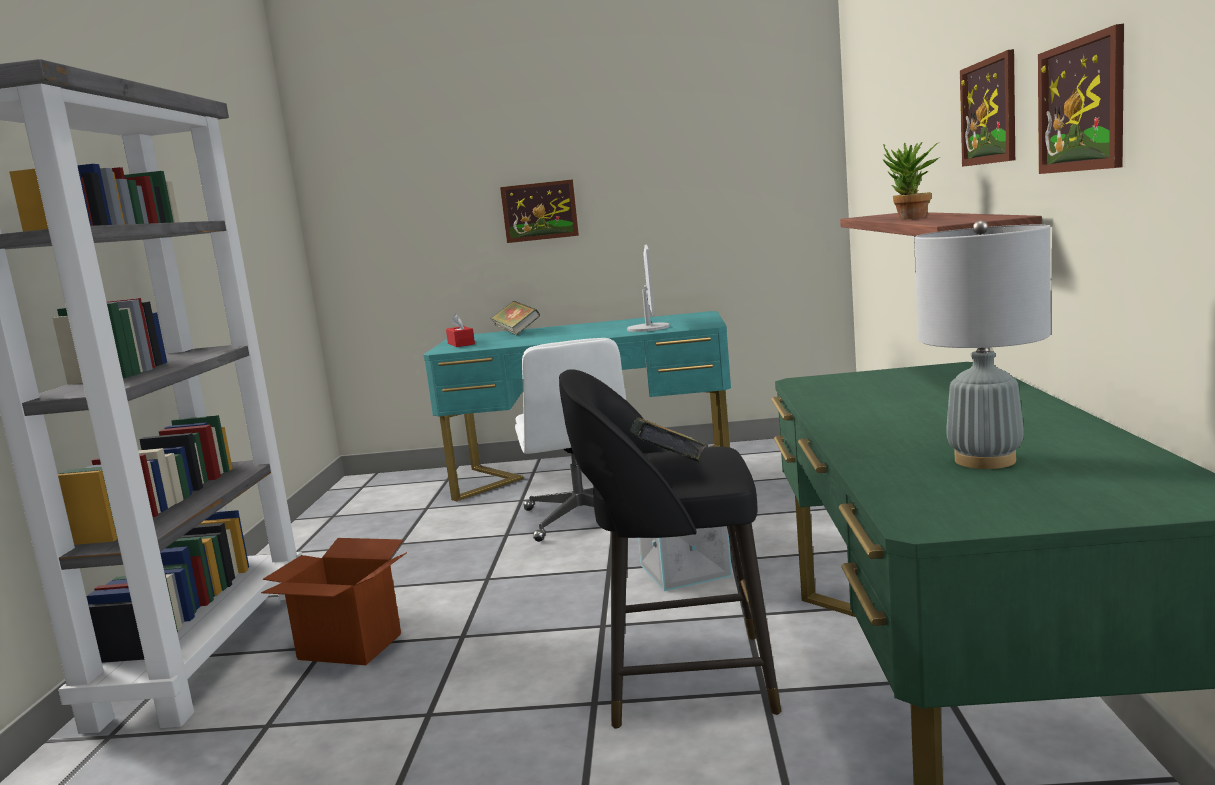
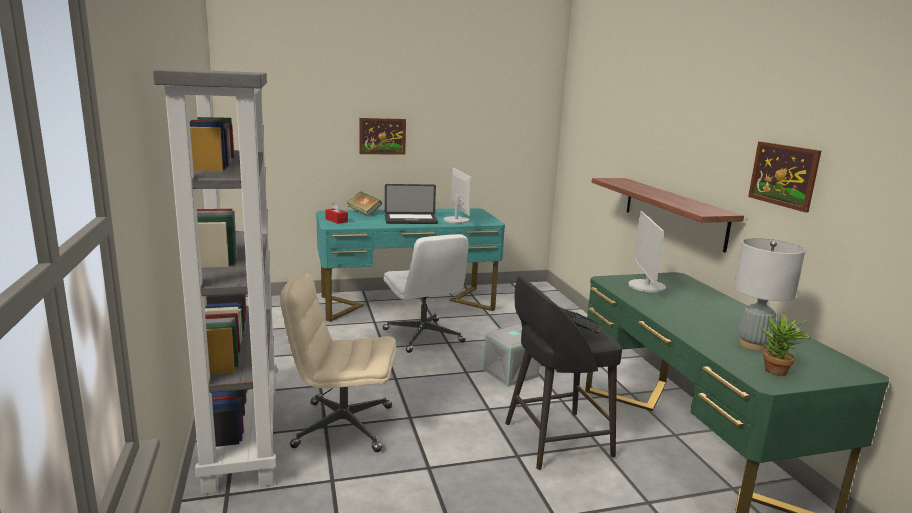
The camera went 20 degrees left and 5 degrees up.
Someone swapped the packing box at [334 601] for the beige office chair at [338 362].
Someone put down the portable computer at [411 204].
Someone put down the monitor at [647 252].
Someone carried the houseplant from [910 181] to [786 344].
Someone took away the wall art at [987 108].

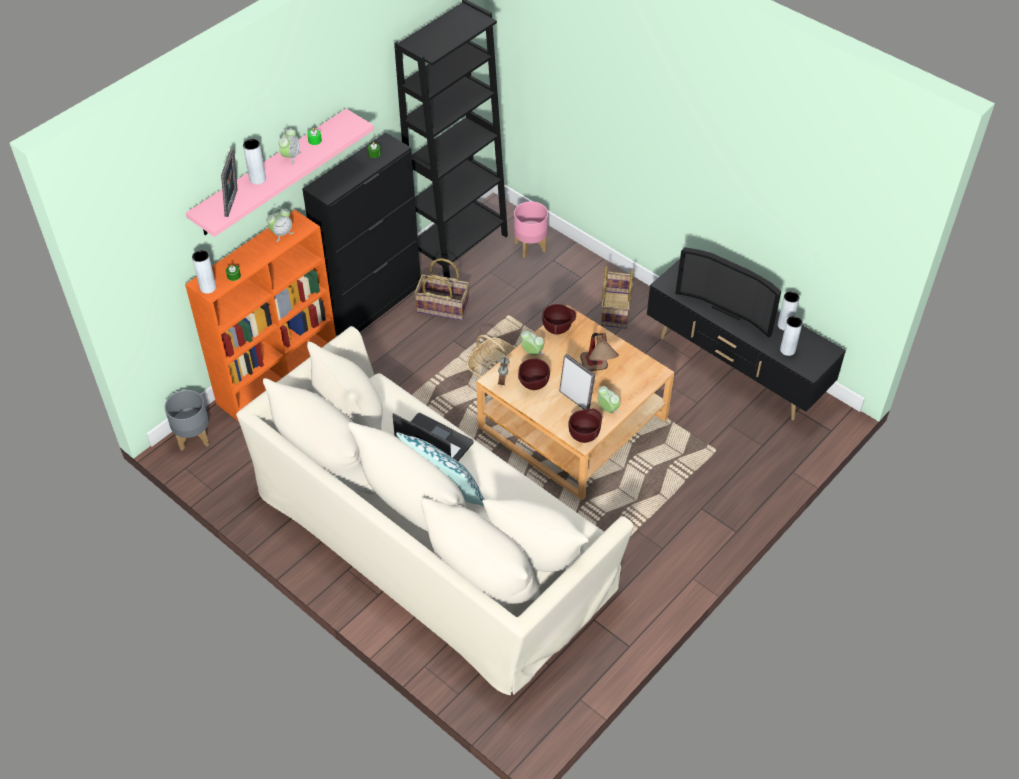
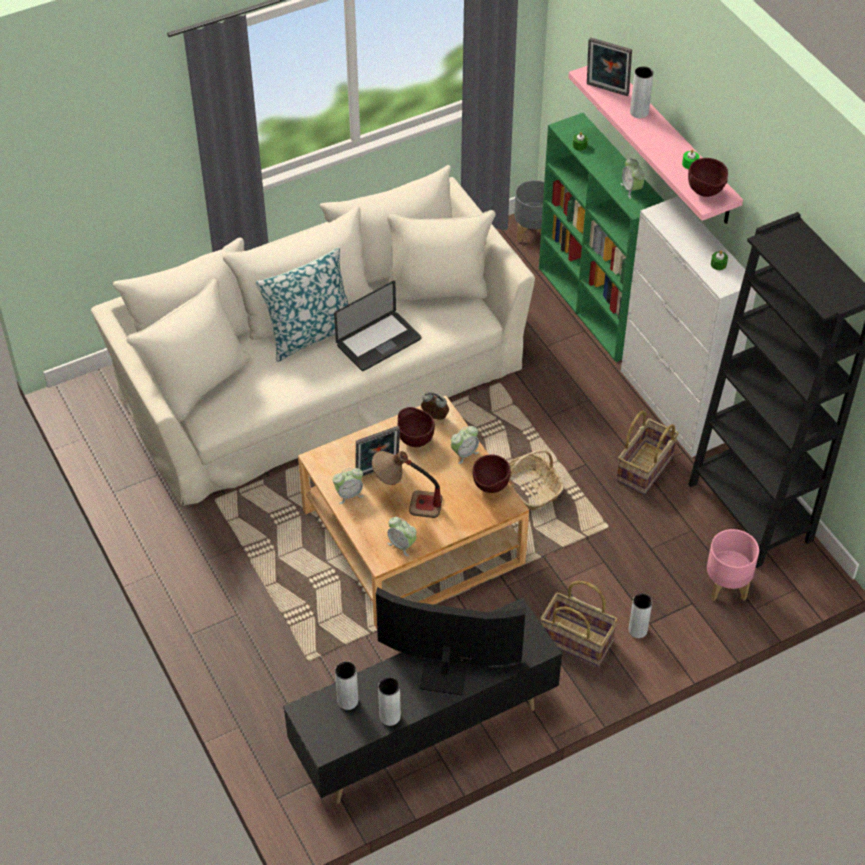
The camera went 110 degrees right and 0 degrees up.
Someone rotated the TV set at [728 292] by 45 degrees clockwise.
Someone carried the alarm clock from [290 146] to [402 536].
Someone repainted the orange bookshelf at [260 316], which became the green-coloured bookshelf at [601 237].
Someone repainted the blackish cupboard at [361 234], which became the whitish cupboard at [688 327].
Someone carried the greyish vase from [204 272] to [640 615].
Someone carried the brown bowl from [585 425] to [708 177].

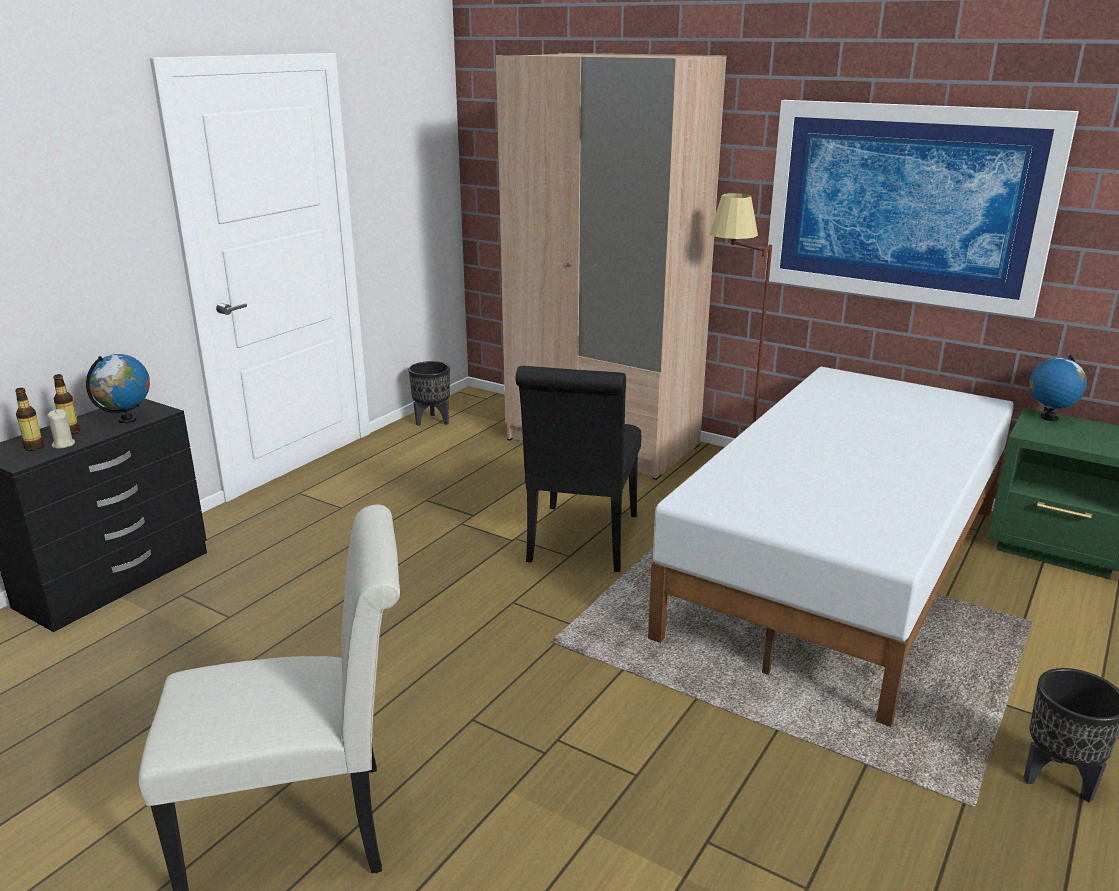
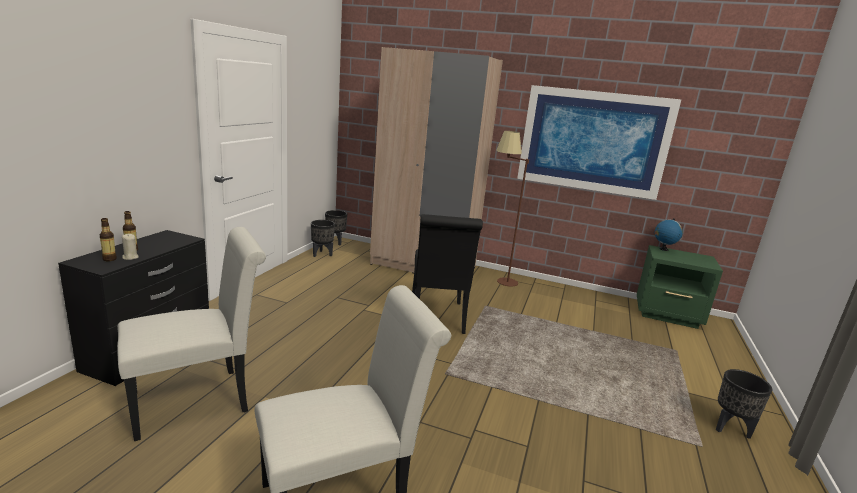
The camera went 15 degrees left and 5 degrees down.
Someone put down the whitish plain chair at [191 334].
Someone put down the blackish planter at [336 228].
Someone took away the world globe at [118 389].
Someone took away the whitish bed at [831 547].

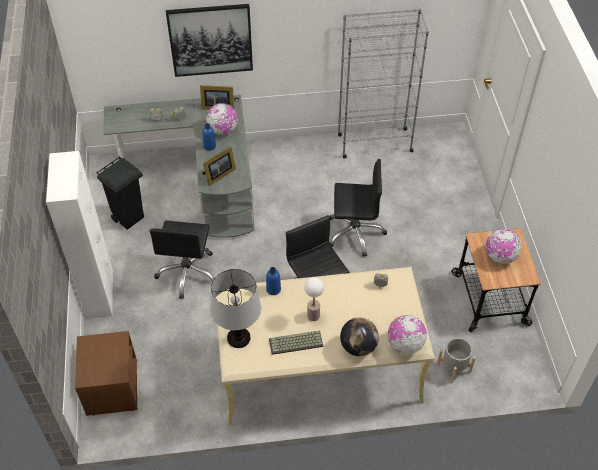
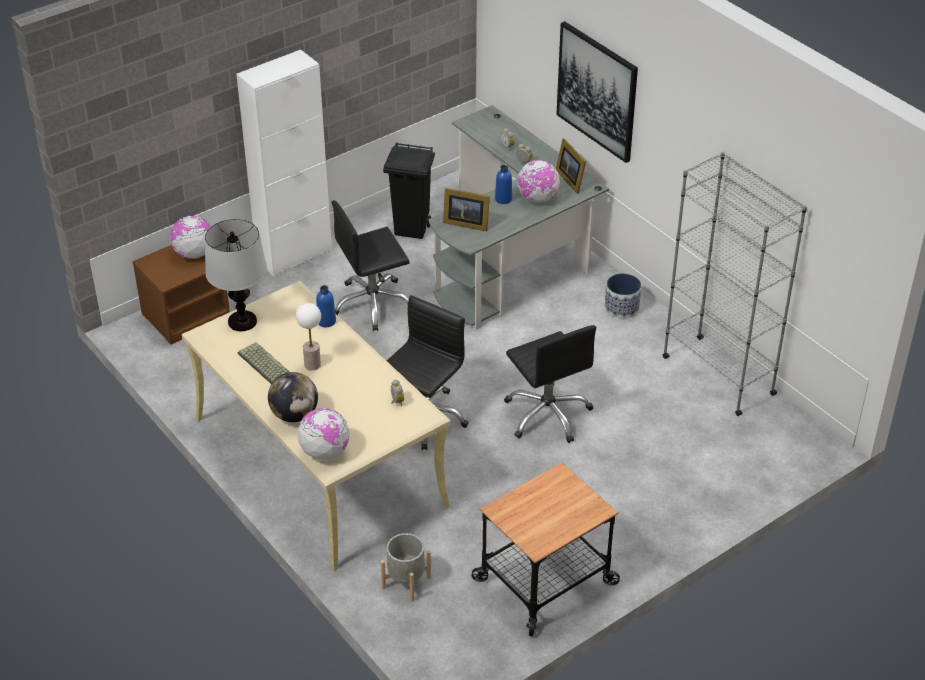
The camera went 60 degrees right and 10 degrees down.
Someone carried the world globe from [504 246] to [190 237].
Someone put down the planter at [623 296].

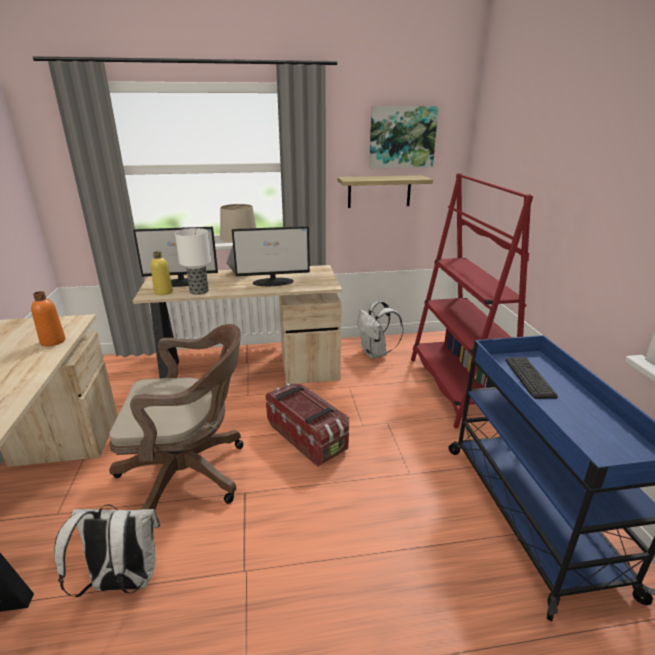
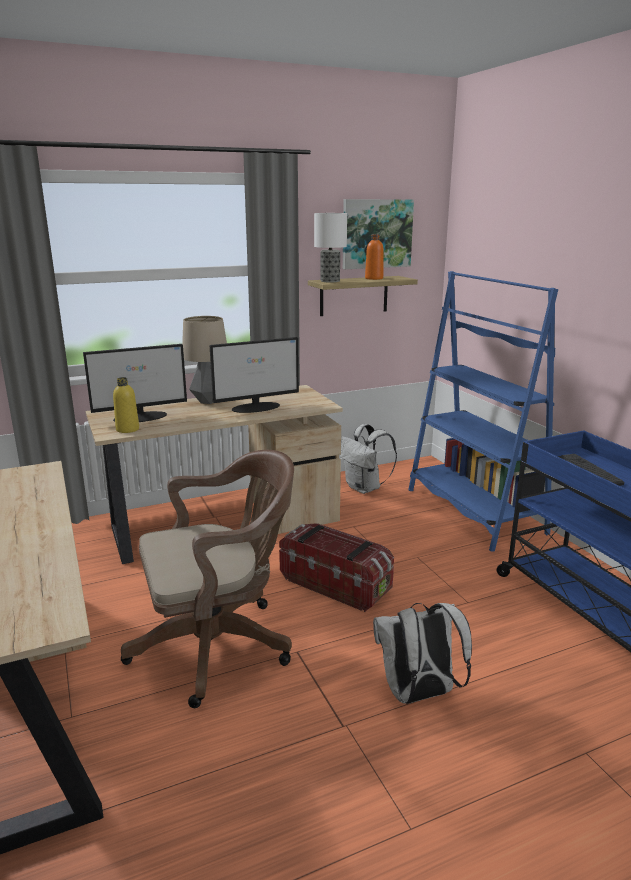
The camera went 15 degrees left and 5 degrees down.
Someone carried the tabletop lamp from [193 261] to [330 247].
Someone carried the orange drink bottle from [48 318] to [374 257].
Someone carried the whitish backpack from [107 550] to [422 653].
Someone repainted the reddish bookshelf at [472 300], which became the bluish bookshelf at [483 411].

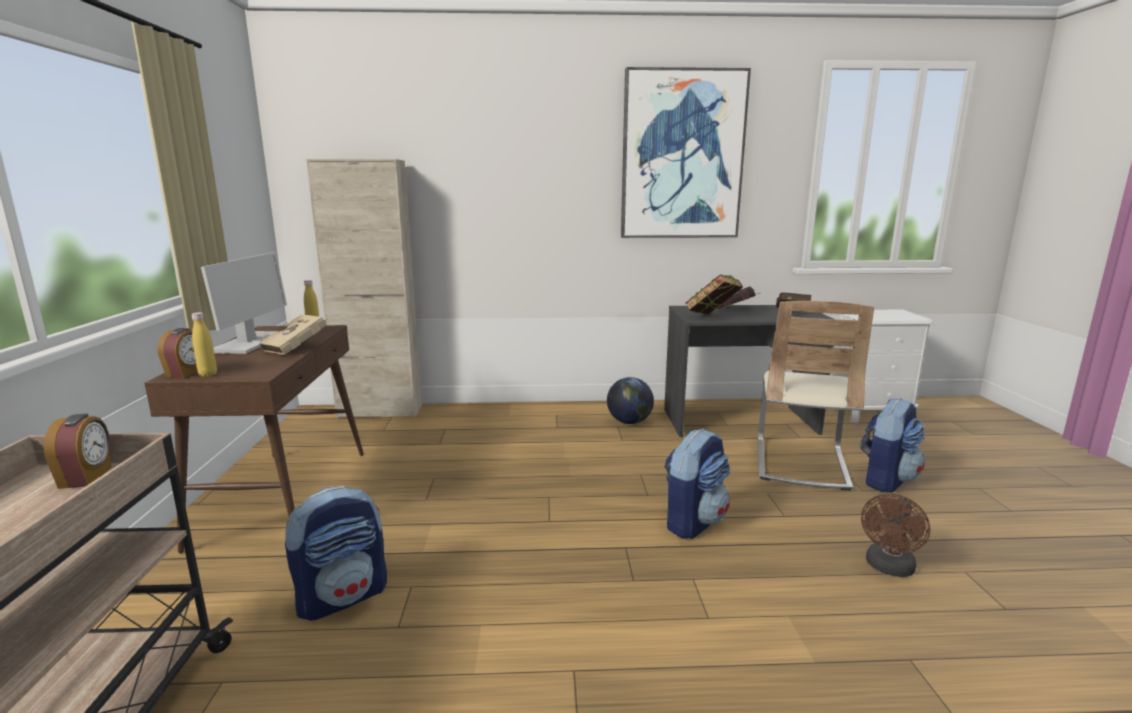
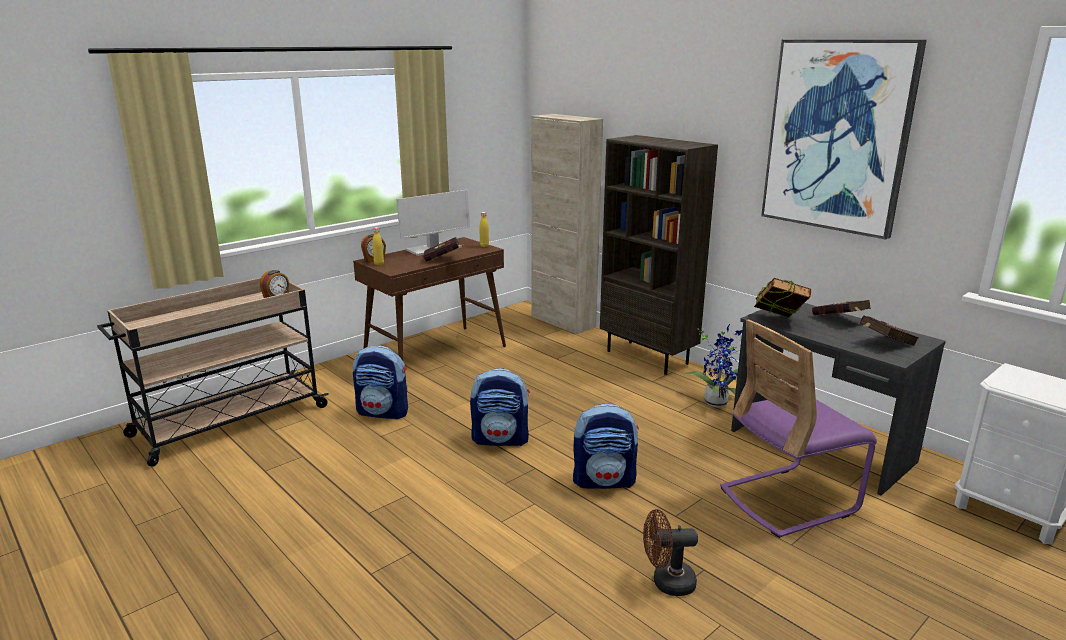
The camera went 50 degrees right and 5 degrees up.
Someone repainted the beige book at [293 334], which became the reddish book at [443 249].
Someone carried the backpack from [892 445] to [500 407].
Someone put down the brown bookshelf at [659 255].
Someone swapped the world globe at [630 400] for the houseplant at [713 366].
Someone repainted the beige plain chair at [816 396], which became the purple plain chair at [798 428].

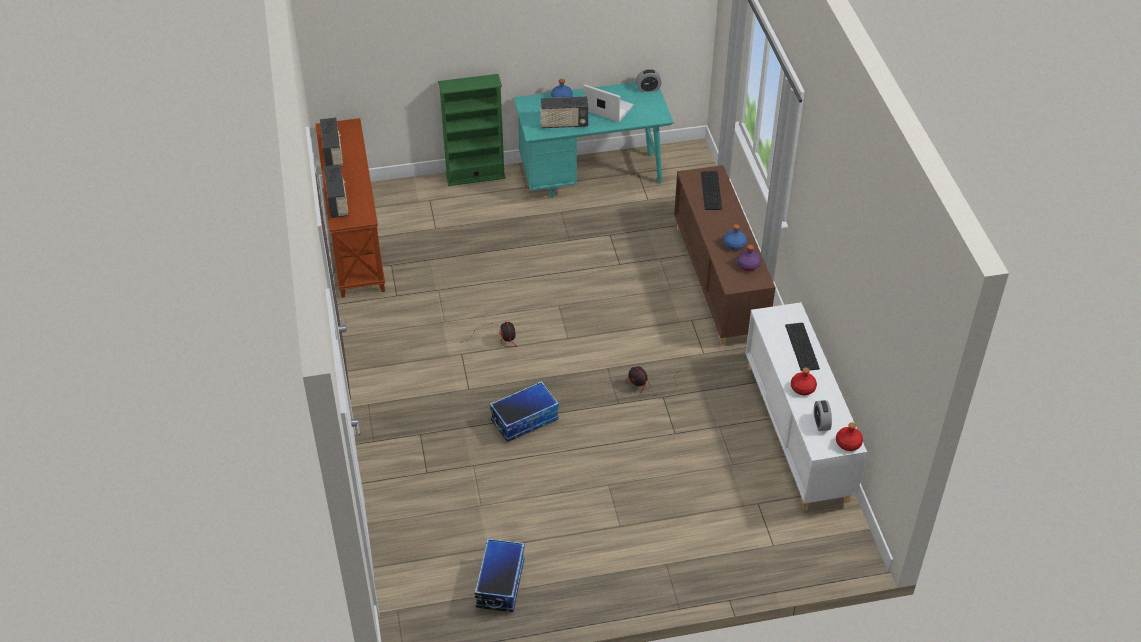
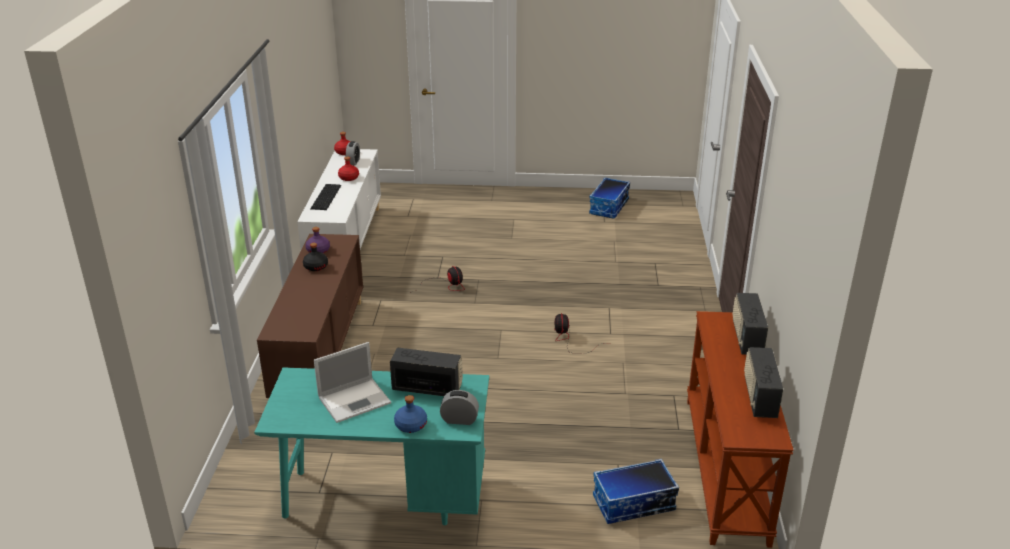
The camera went 165 degrees left and 15 degrees down.
Someone repainted the bluish drink bottle at [735 237], which became the blackish drink bottle at [315 257].
Someone rotated the portable computer at [608 103] by 75 degrees counterclockwise.
Someone carried the alarm clock from [648 80] to [459 407].
Someone carried the storage bin from [524 411] to [636 491].
Someone took away the green-coloured bookshelf at [472 130].
Someone took away the keyboard at [711 190].

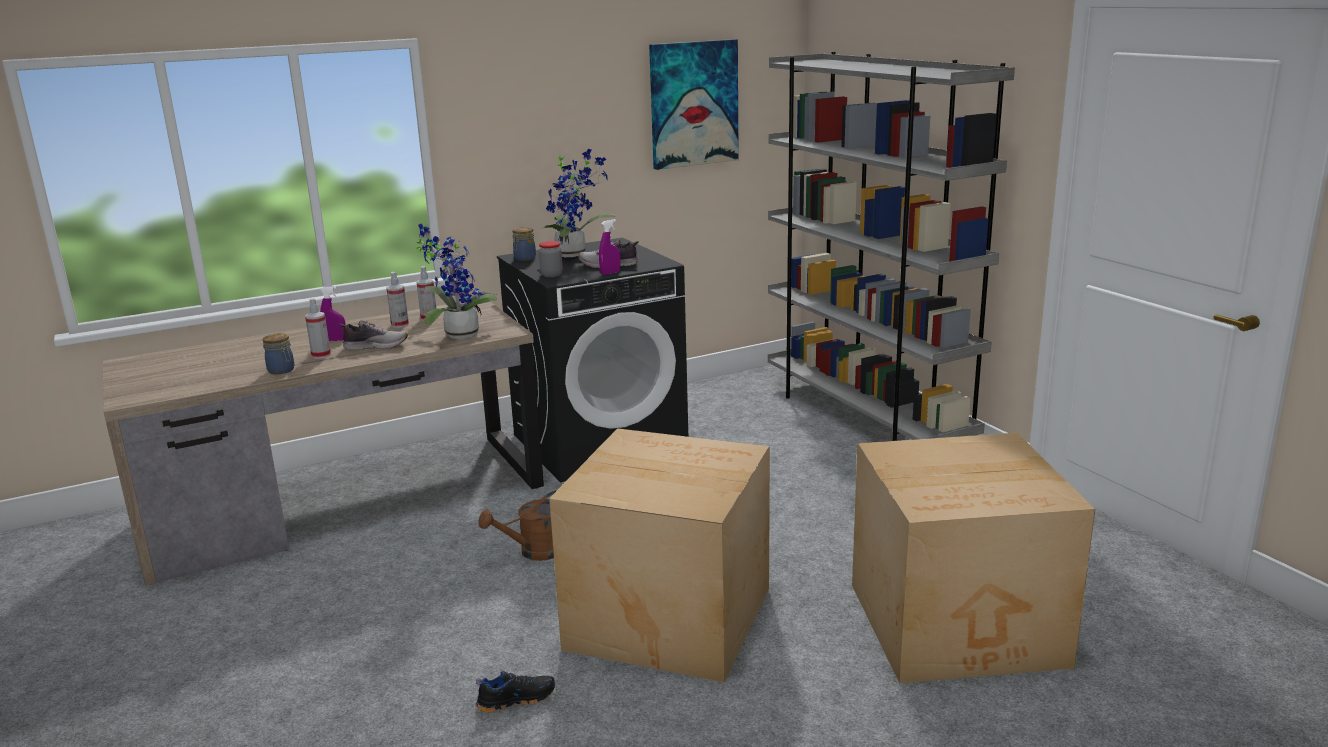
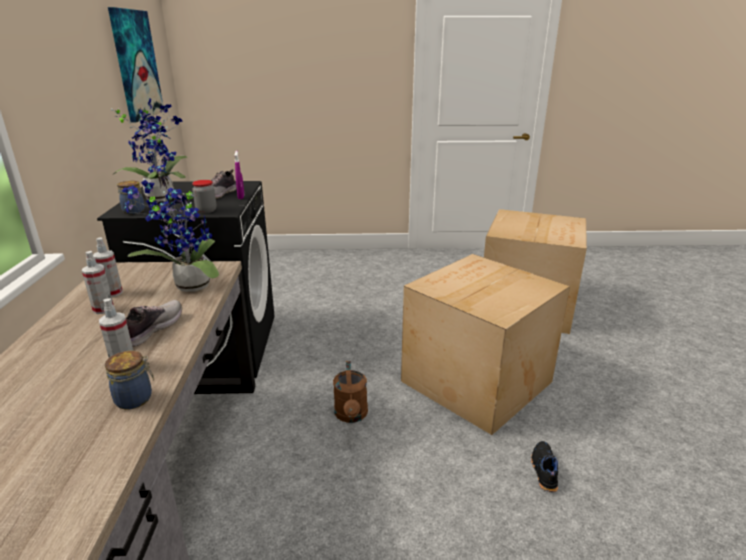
The camera went 65 degrees left and 5 degrees up.
Someone took away the purple sprayer at [333 313].
Someone took away the greyish bookshelf at [891 246].

